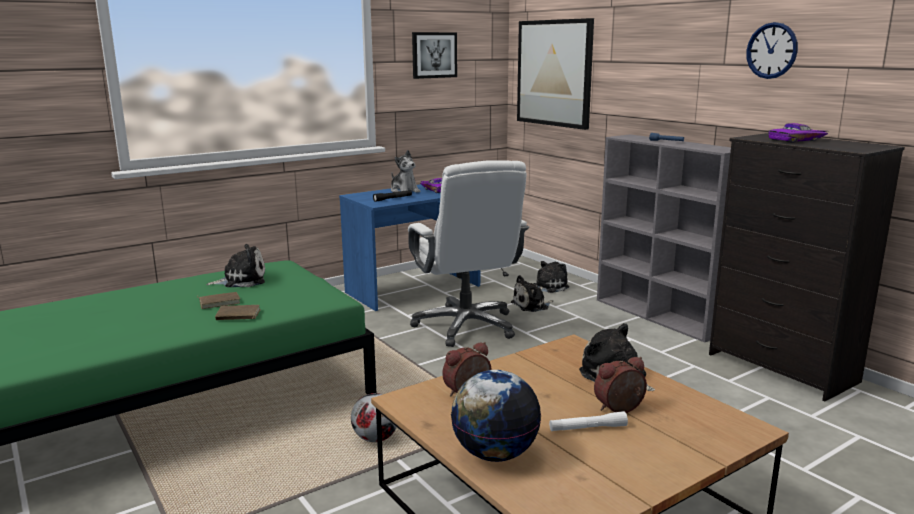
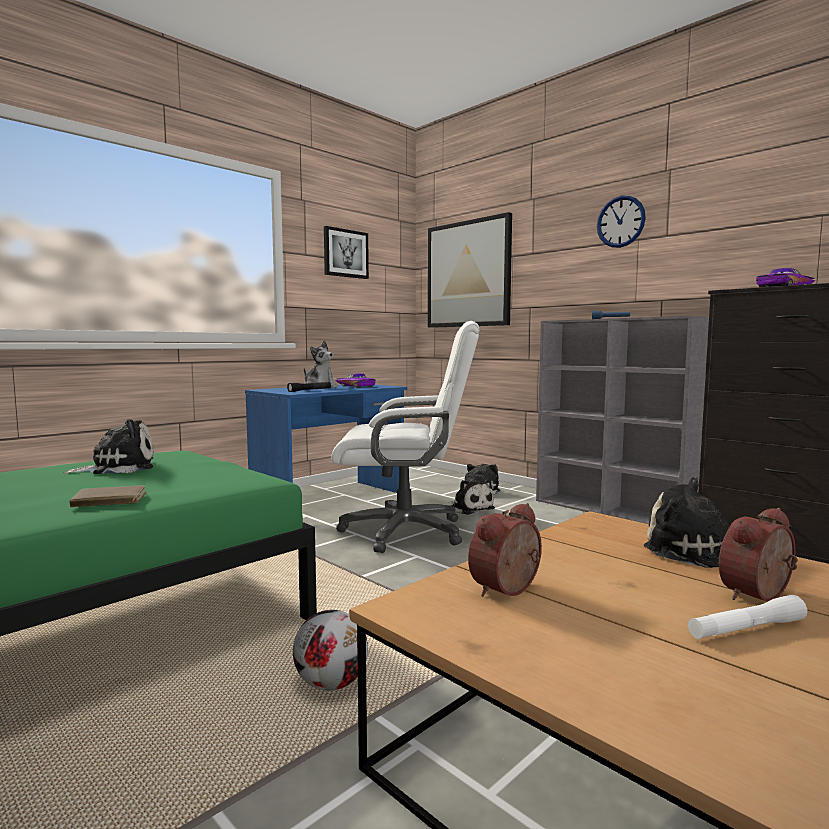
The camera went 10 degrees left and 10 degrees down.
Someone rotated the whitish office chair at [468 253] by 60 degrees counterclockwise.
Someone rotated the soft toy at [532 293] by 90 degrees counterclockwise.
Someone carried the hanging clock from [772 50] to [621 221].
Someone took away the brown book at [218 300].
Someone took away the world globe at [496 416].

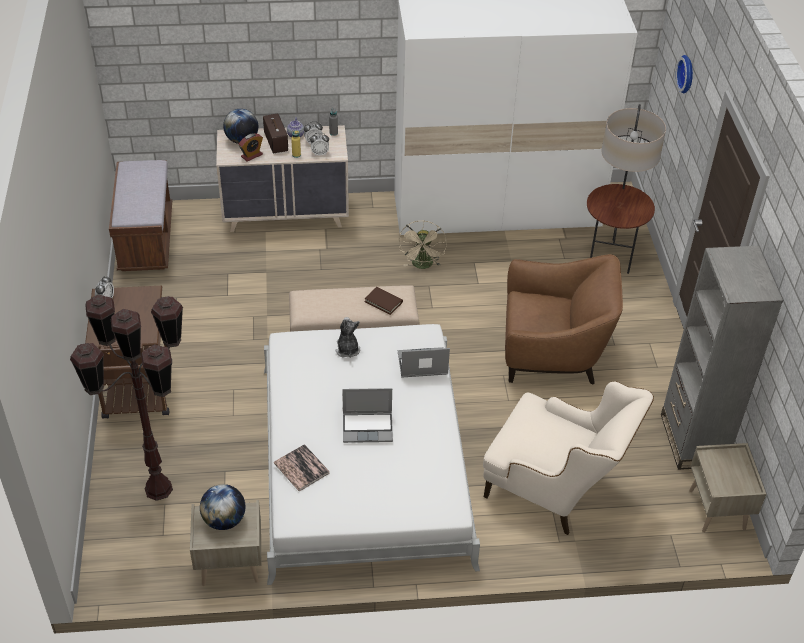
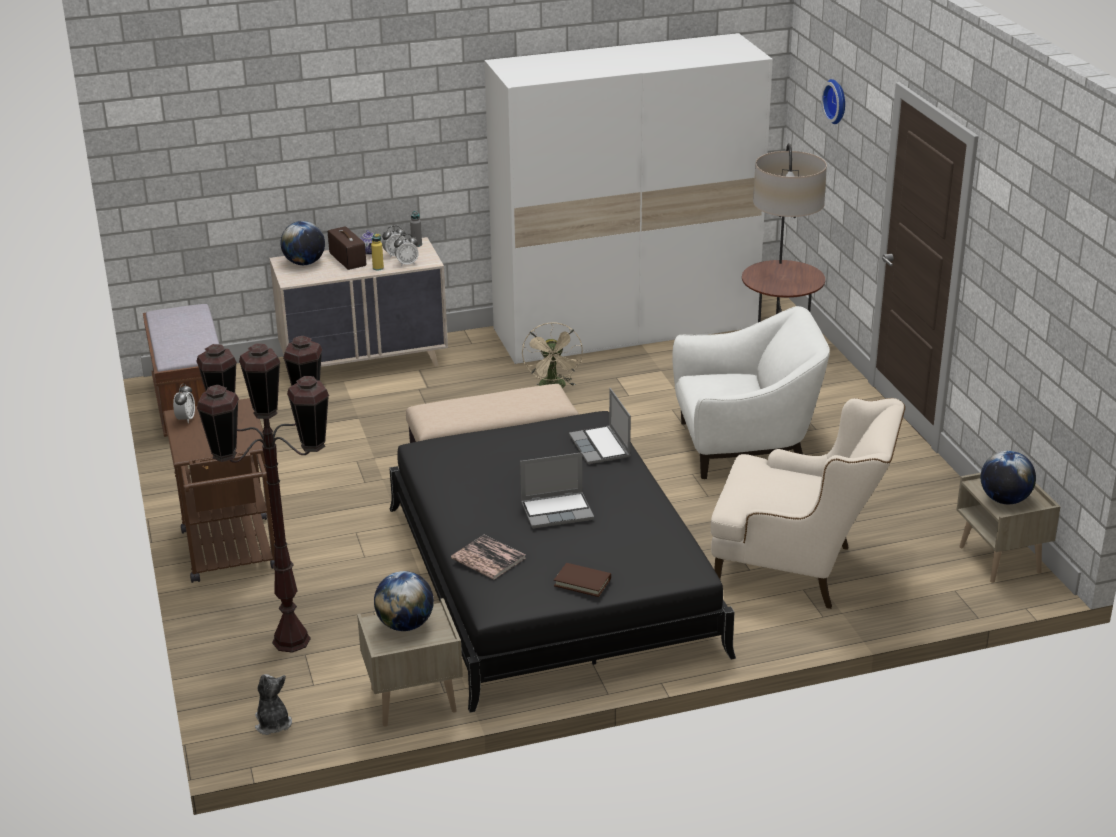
The camera went 10 degrees left and 15 degrees down.
Someone carried the soft toy from [347 337] to [273 704].
Someone repainted the whitish bed at [372 454], which became the blackish bed at [563 562].
Someone carried the brown book from [383 301] to [582 580].
Someone rotated the portable computer at [424 362] by 90 degrees counterclockwise.
Someone repainted the brown lounge chair at [564 319], which became the whitish lounge chair at [751 392].
Someone put down the world globe at [1008 477].
Someone took away the alarm clock at [251 147].
Someone took away the greyish bookshelf at [722 358].

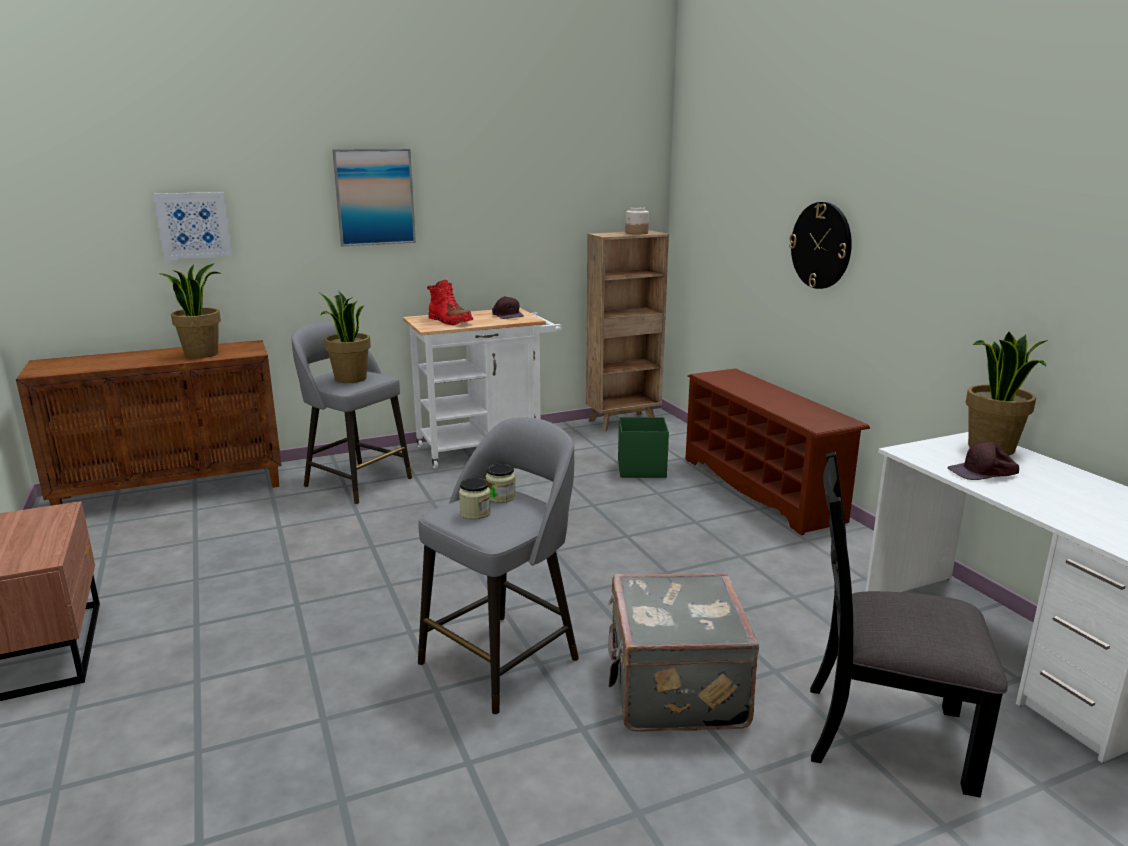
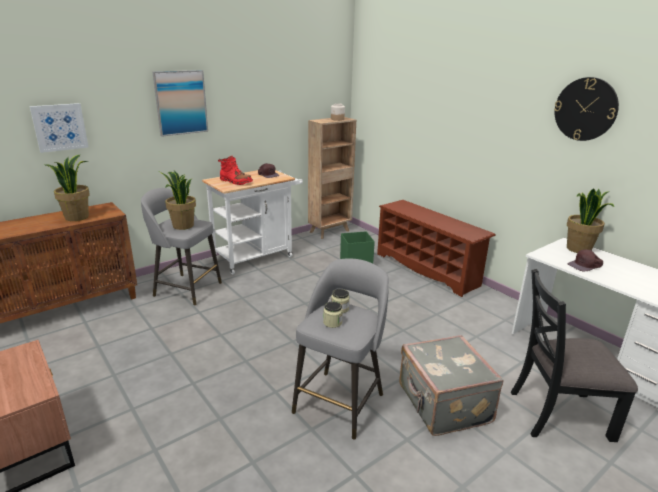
The camera went 15 degrees left and 5 degrees up.
Someone carried the hanging clock from [820 245] to [586 109].

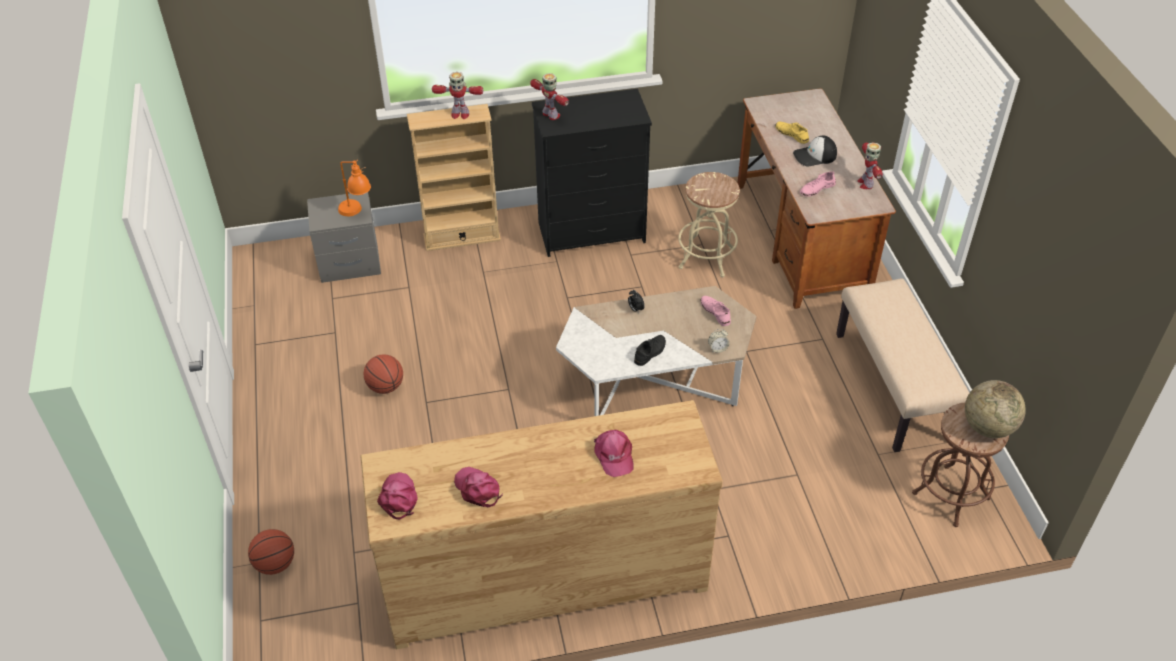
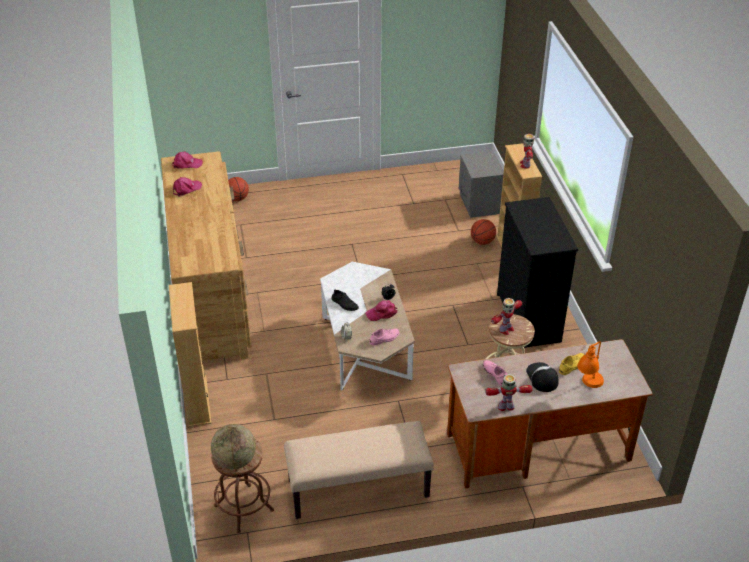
The camera went 90 degrees right and 5 degrees down.
Someone put down the beige bookshelf at [190 354].
Someone carried the pinkish cap from [614 453] to [381 310].
Someone carried the basketball ball from [383 374] to [483 232].
Someone carried the toy robot from [549 96] to [506 316].
Someone carried the orange tabletop lamp from [354 188] to [590 364].

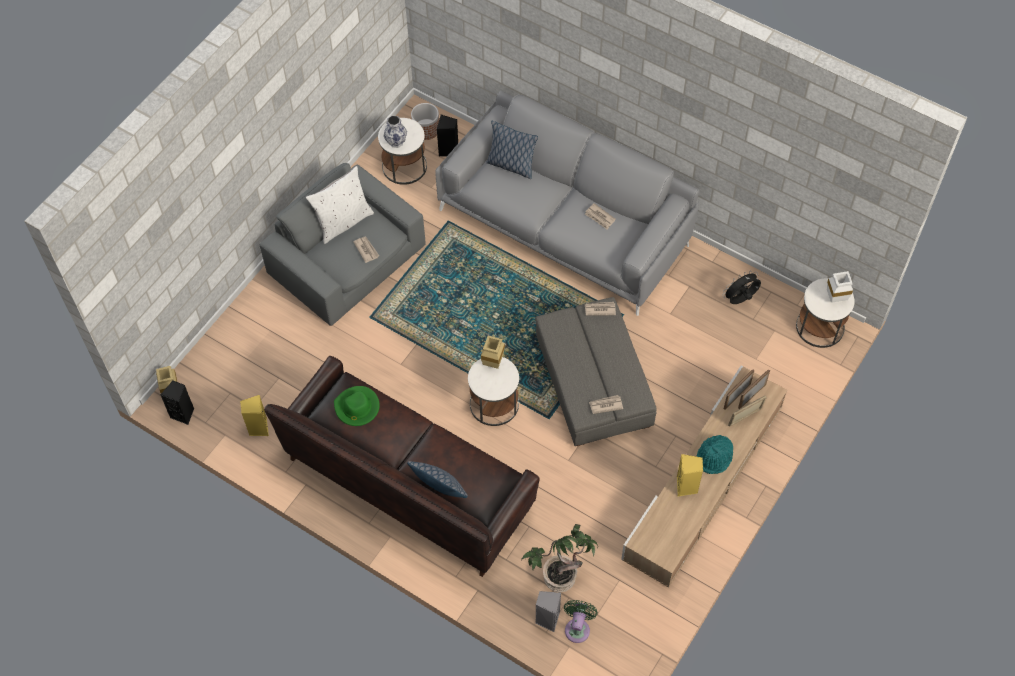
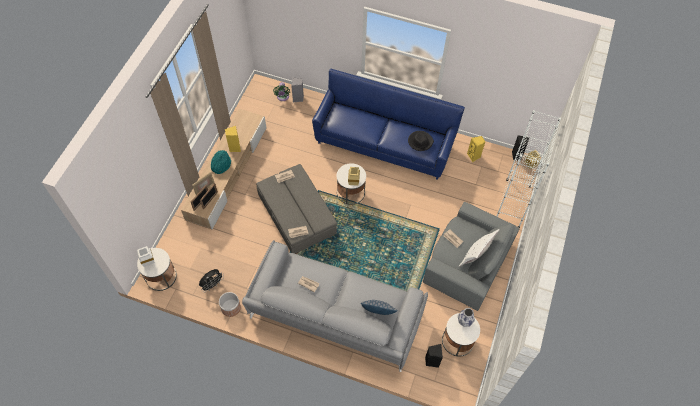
The camera went 165 degrees right and 0 degrees up.
Someone carried the planter from [425 121] to [230 304].
Someone repainted the brown settee at [402 466], which became the bluish settee at [388 124].
Someone repainted the green-coloured wearable hat at [357 406], which became the blackish wearable hat at [421 141].
Someone put down the whitish bookshelf at [528 169].
Someone took away the pillow at [437 479].
Someone took away the houseplant at [559 558].

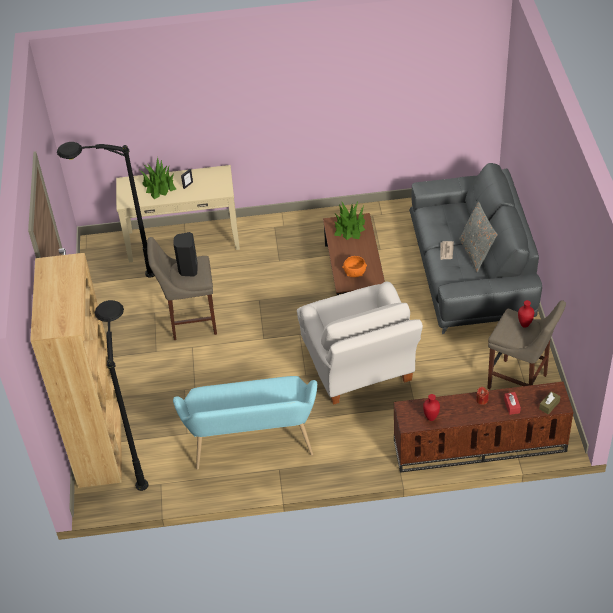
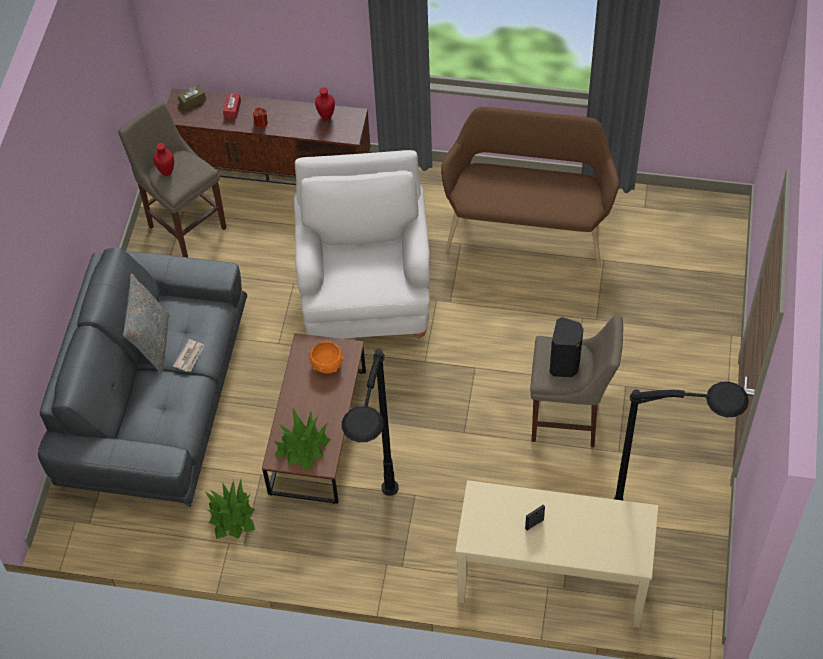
The camera went 165 degrees left and 10 degrees up.
Someone carried the houseplant from [158 178] to [230 509].
Someone carried the blackish standing lamp from [122 395] to [370 422].
Someone repainted the blue-green bench at [245 423], which became the brown bench at [530 187].
Someone took away the brown bookshelf at [76 370].

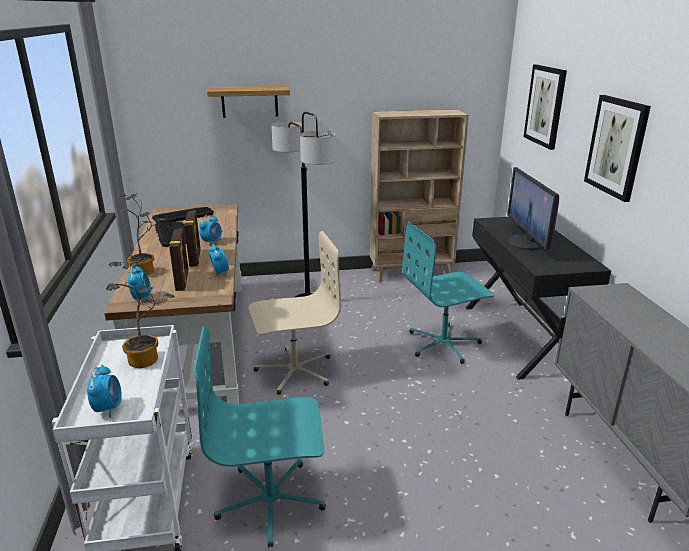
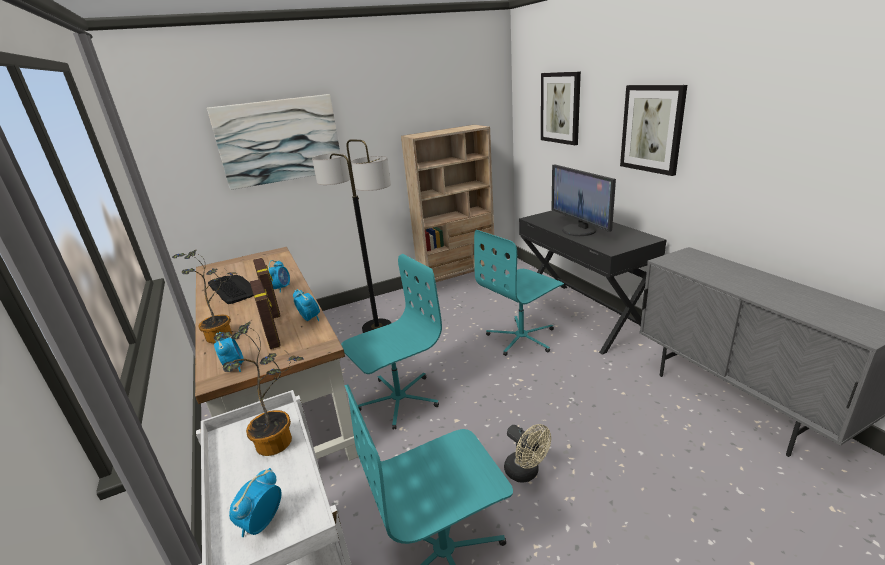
The camera went 15 degrees left and 0 degrees up.
Someone swapped the bracket shelf at [248 102] for the wall art at [273 142].
Someone rotated the alarm clock at [104 391] by 135 degrees counterclockwise.
Someone repainted the beige office chair at [294 313], which became the blue-green office chair at [391 342].
Someone put down the beige cooling fan at [527 453].
Someone took away the keyboard at [183 215].

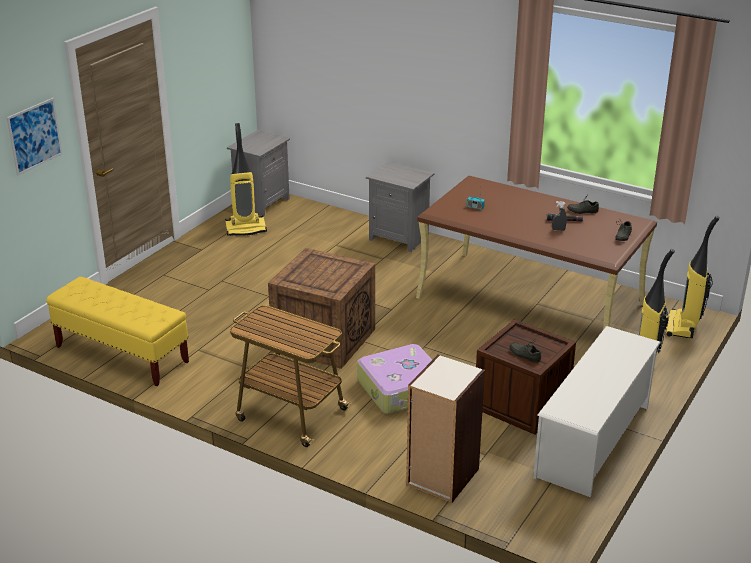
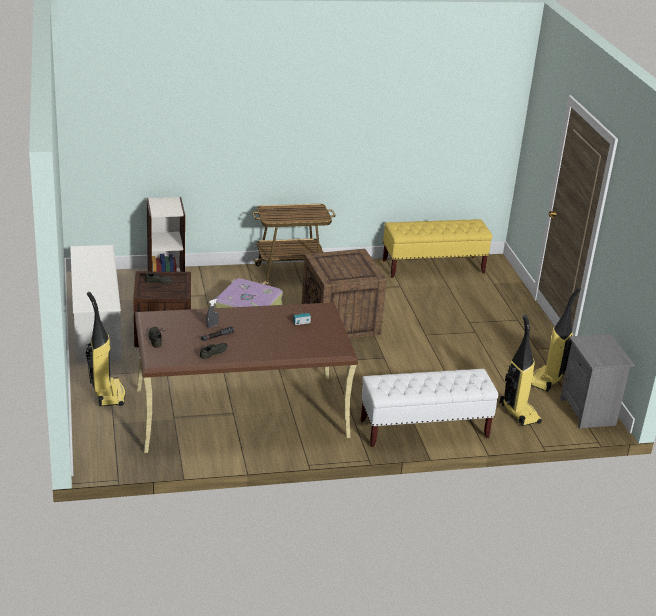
The camera went 135 degrees right and 0 degrees up.
Someone swapped the greyish nightstand at [400 207] for the whitish bench at [429 408].
Someone carried the vacuum from [692 277] to [520 370].
Someone took away the wall art at [34 137].

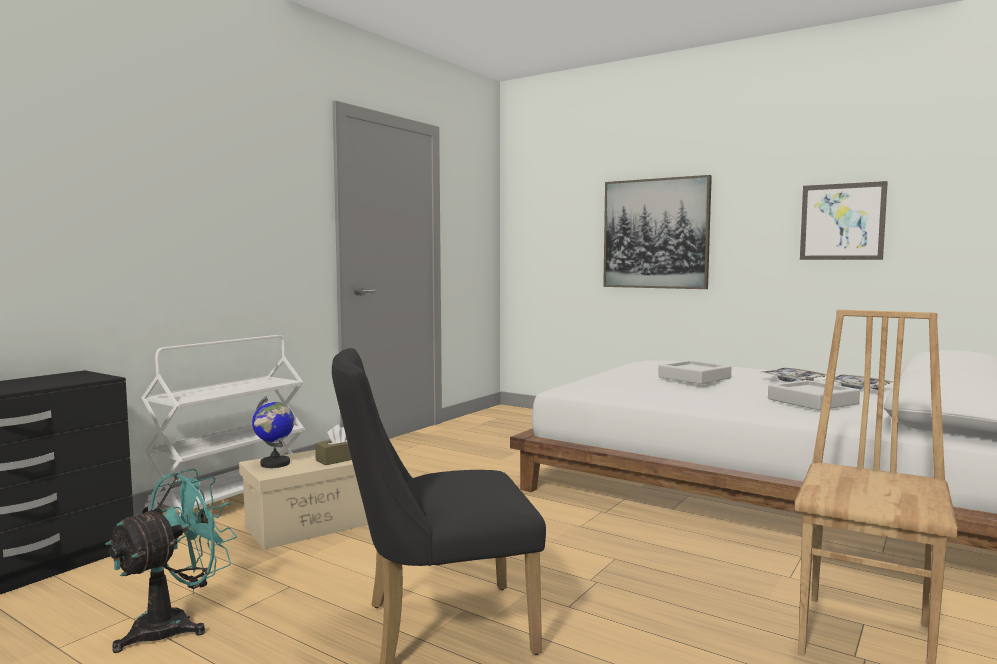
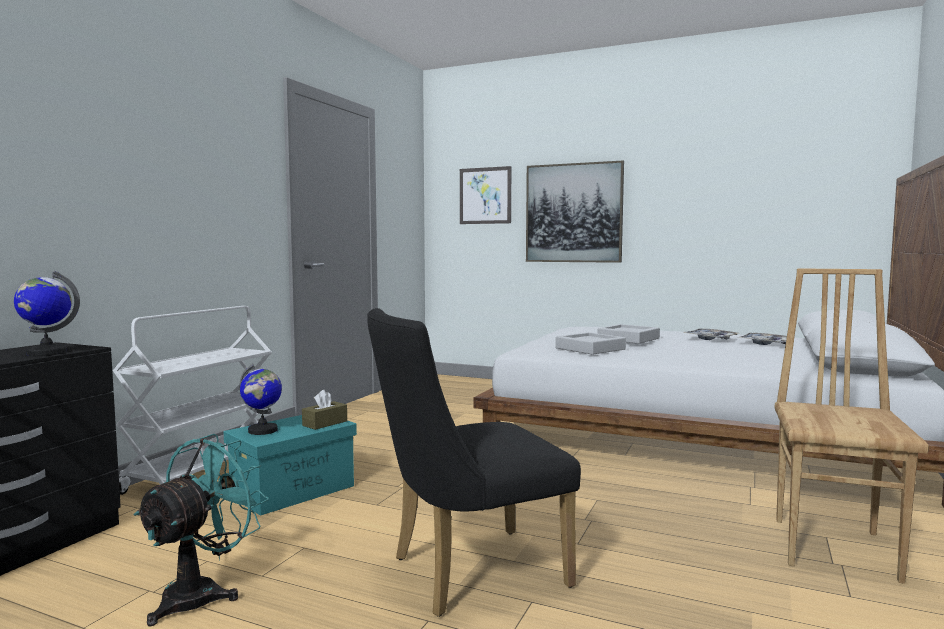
The camera went 10 degrees left and 0 degrees up.
Someone put down the world globe at [47 313].
Someone repainted the beige storage bin at [303 500], which became the blue-green storage bin at [290 465].
Someone carried the wall art from [844 220] to [485 195].
Someone carried the greyish carrying tray from [814 395] to [590 343].

